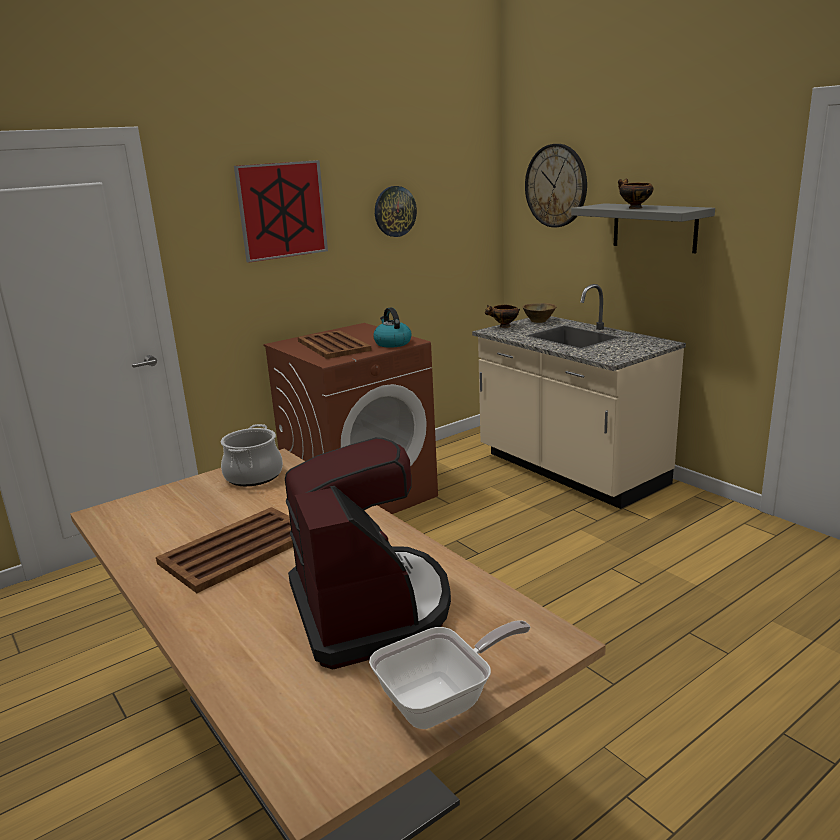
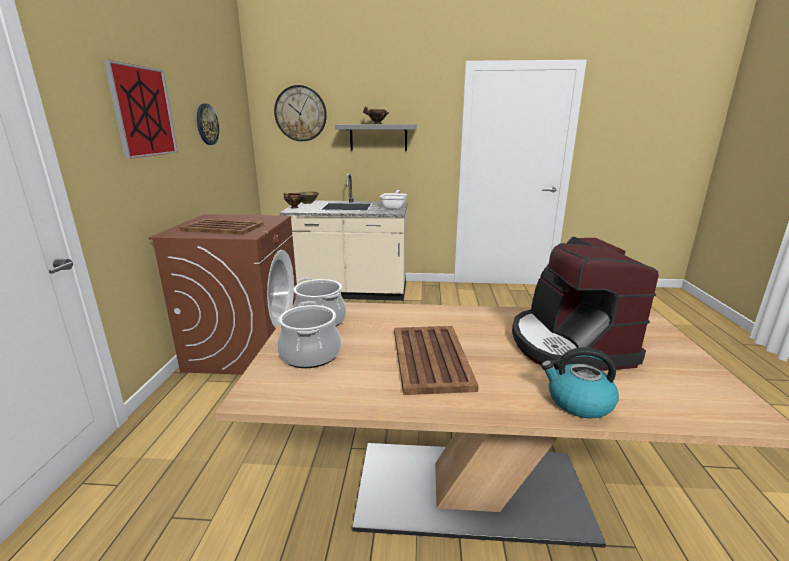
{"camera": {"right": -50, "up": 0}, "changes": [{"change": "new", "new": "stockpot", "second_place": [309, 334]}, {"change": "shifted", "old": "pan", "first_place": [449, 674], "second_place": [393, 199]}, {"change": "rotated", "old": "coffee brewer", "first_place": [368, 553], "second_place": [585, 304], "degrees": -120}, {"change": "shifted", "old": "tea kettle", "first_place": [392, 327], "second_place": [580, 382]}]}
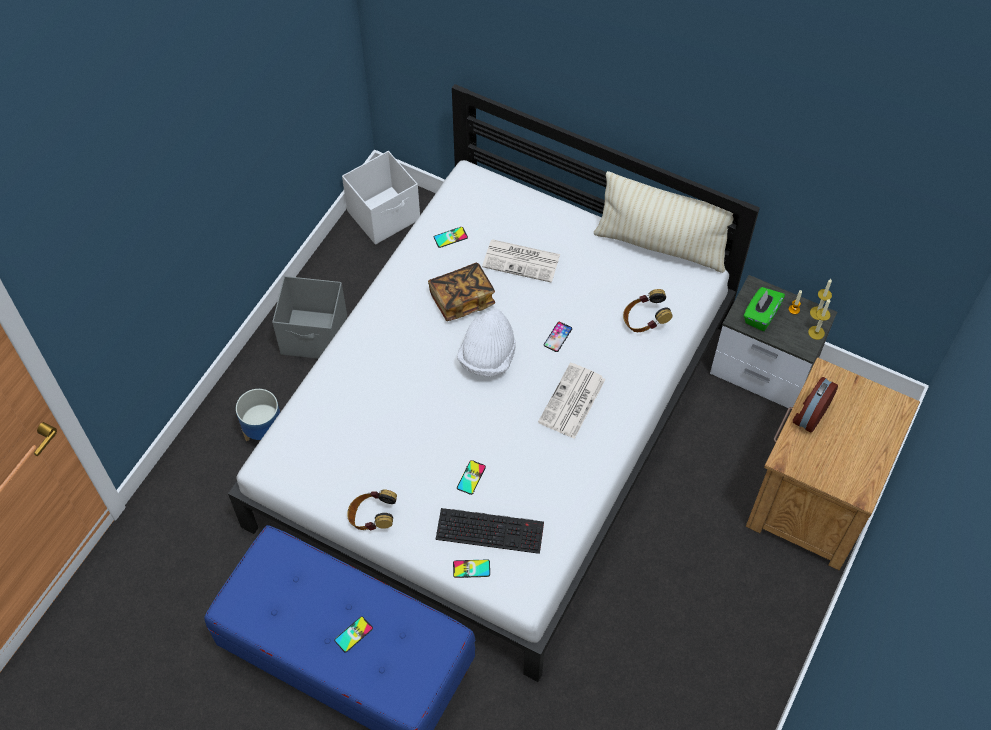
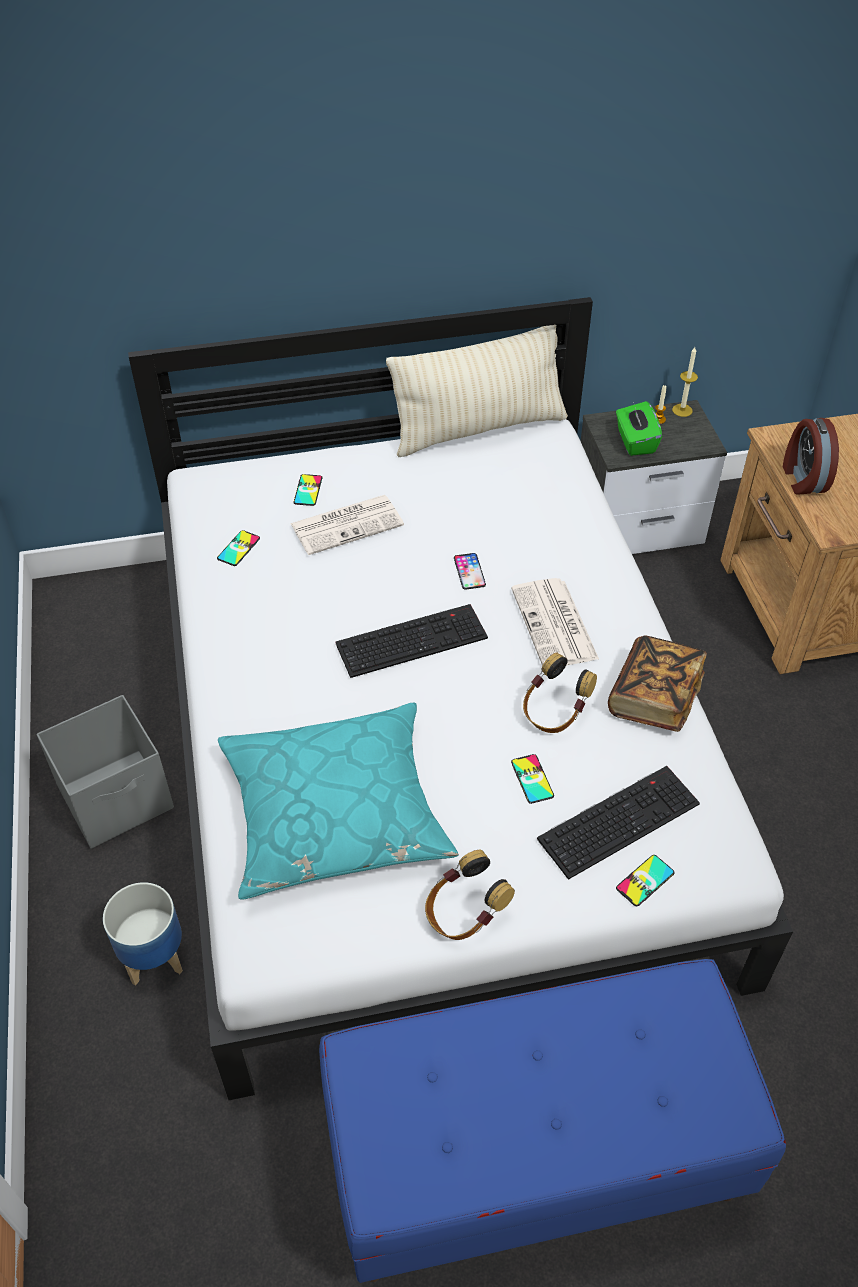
{"camera": {"right": -40, "up": -10}, "changes": [{"change": "new", "new": "pillow in blue-green", "second_place": [338, 801]}, {"change": "shifted", "old": "handset", "first_place": [353, 634], "second_place": [307, 490]}, {"change": "swapped", "old": "wearable hat in white", "new": "PC keyboard", "first_place": [486, 343], "second_place": [412, 641]}, {"change": "shifted", "old": "headphones", "first_place": [648, 310], "second_place": [560, 692]}, {"change": "shifted", "old": "volume", "first_place": [461, 292], "second_place": [657, 683]}, {"change": "gone", "old": "storage box in white", "first_place": [381, 198]}, {"change": "gone", "old": "candle", "first_place": [819, 319]}]}
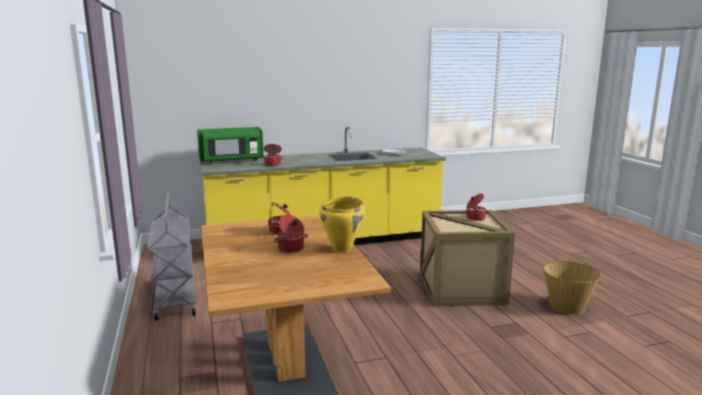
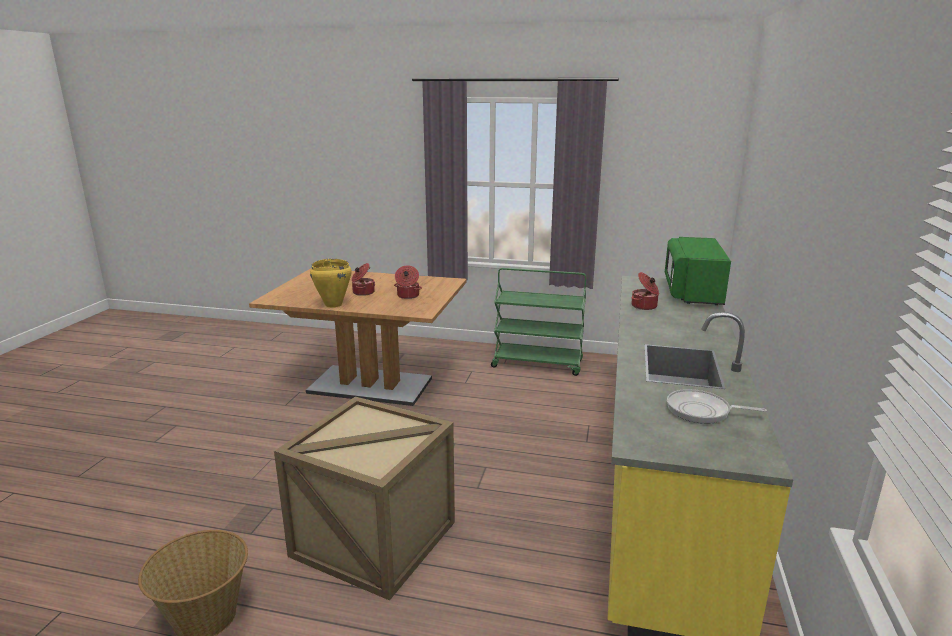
{"camera": {"right": 120, "up": 5}, "changes": [{"change": "repainted", "old": "wheeled cart in greyish", "new": "wheeled cart in green-coloured", "first_place": [171, 256], "second_place": [538, 322]}, {"change": "gone", "old": "stockpot", "first_place": [477, 207]}]}
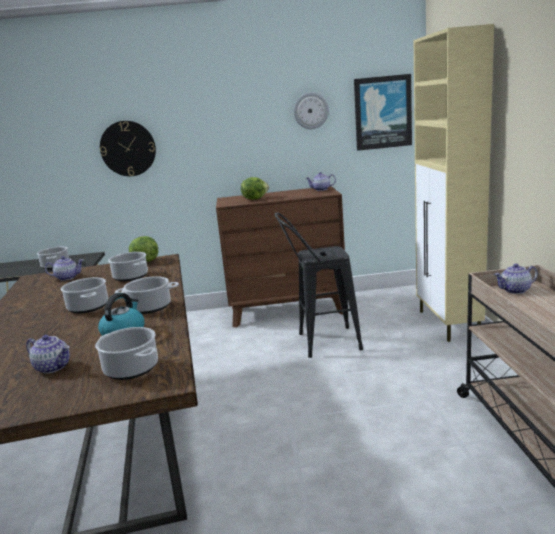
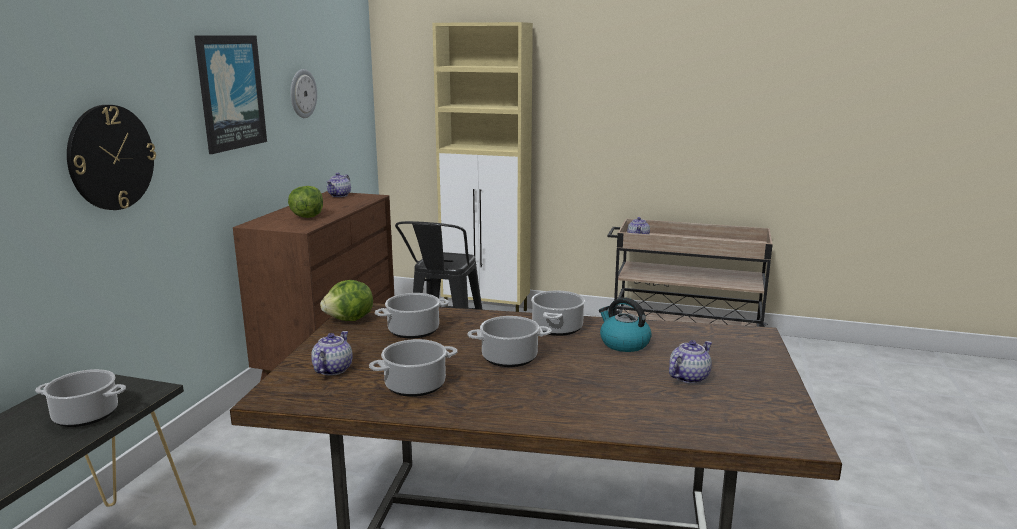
{"camera": {"right": -70, "up": 0}, "changes": [{"change": "shifted", "old": "wall art", "first_place": [383, 112], "second_place": [230, 95]}, {"change": "shifted", "old": "stockpot", "first_place": [126, 353], "second_place": [413, 368]}]}
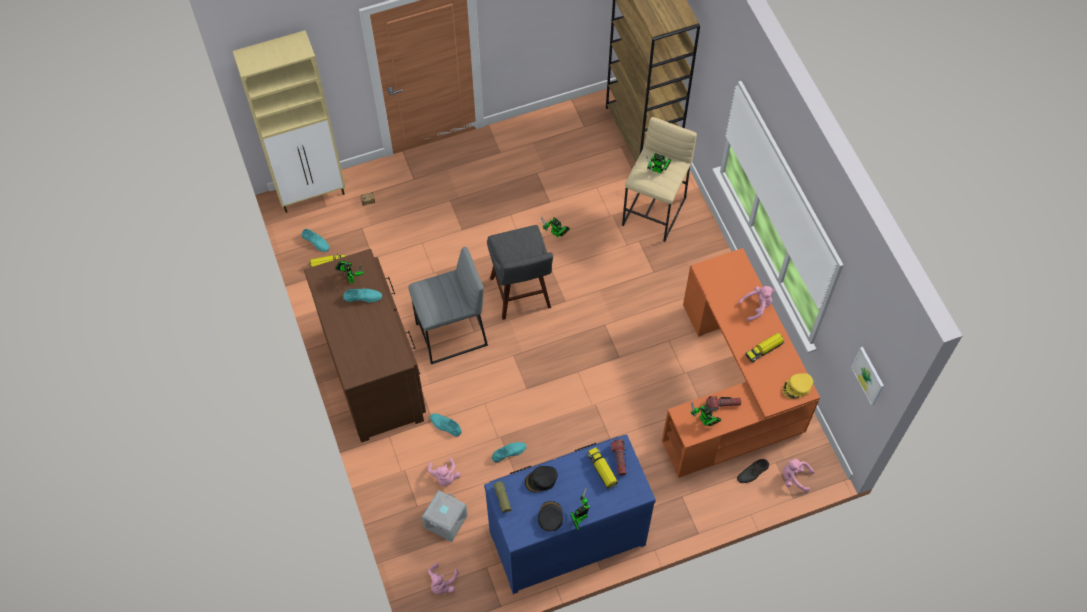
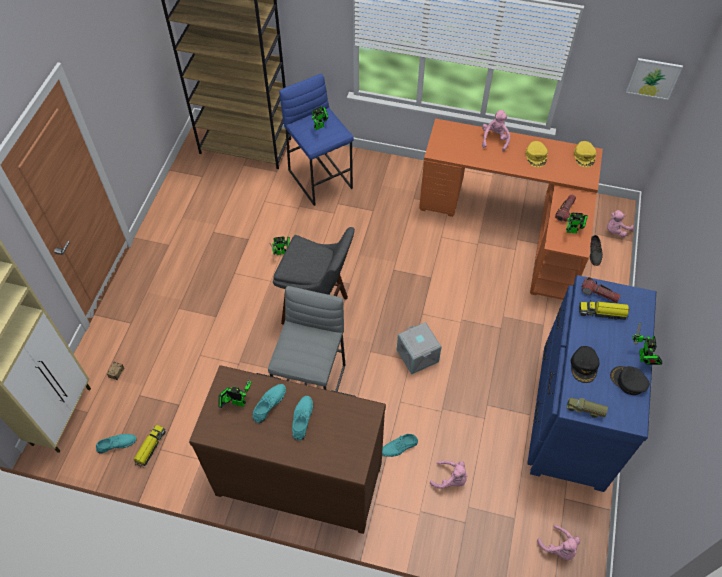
{"camera": {"right": -55, "up": -5}, "changes": [{"change": "repainted", "old": "stool in beige-coloured", "new": "stool in blue-coloured", "first_place": [659, 179], "second_place": [316, 140]}, {"change": "shifted", "old": "shoe in blue-green", "first_place": [509, 452], "second_place": [302, 418]}, {"change": "shifted", "old": "storage box in greyish", "first_place": [445, 516], "second_place": [419, 348]}, {"change": "swapped", "old": "model truck", "new": "baseball cap in yellow", "first_place": [764, 348], "second_place": [537, 154]}]}
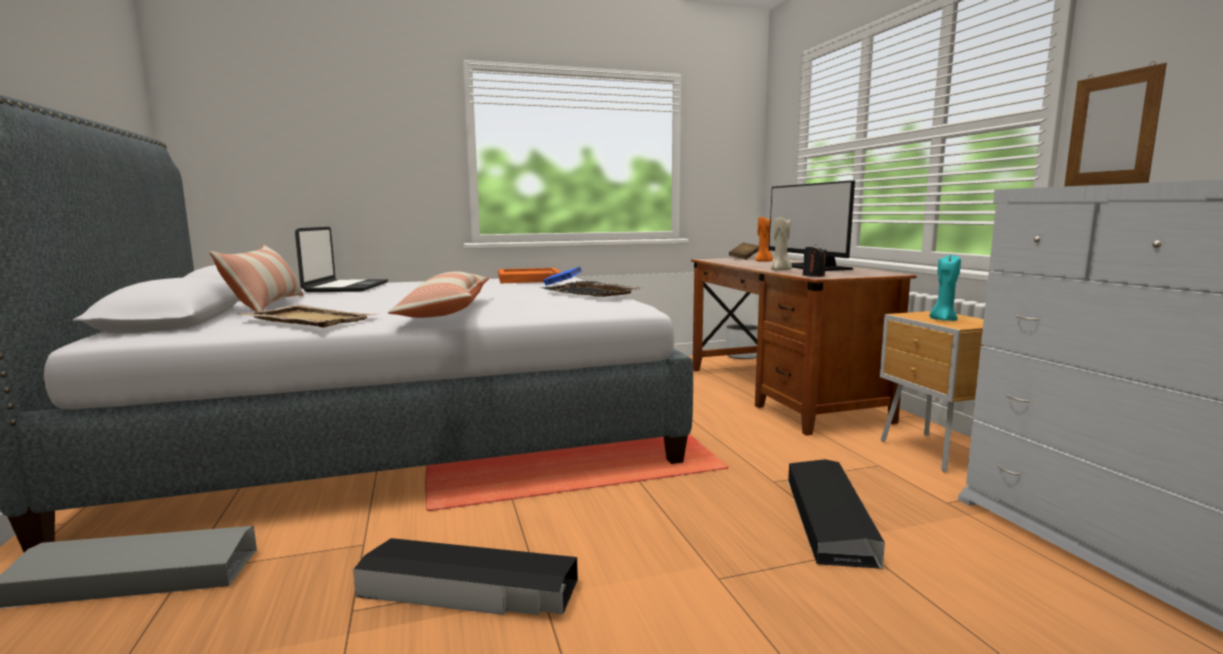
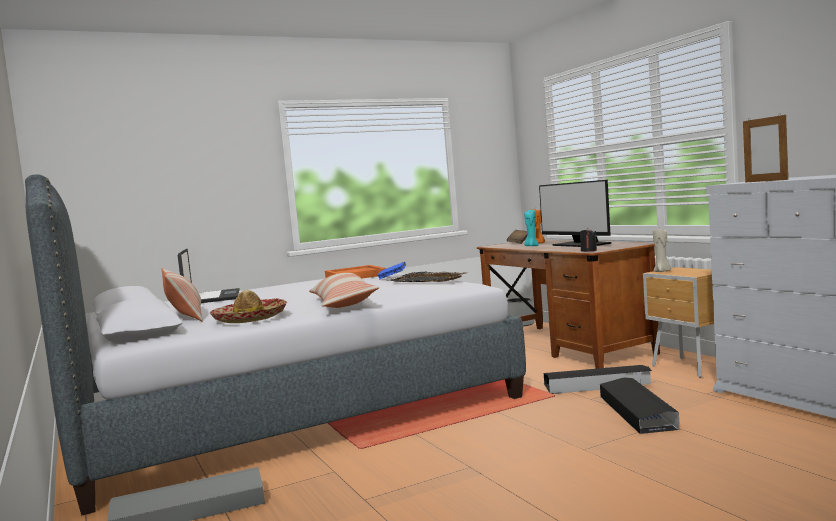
{"camera": {"right": -10, "up": -5}, "changes": [{"change": "swapped", "old": "carrying tray in beige-coloured", "new": "wearable hat", "first_place": [307, 316], "second_place": [248, 306]}, {"change": "shifted", "old": "candle in blue-green", "first_place": [945, 288], "second_place": [531, 228]}, {"change": "shifted", "old": "storage box in black-coloured", "first_place": [465, 576], "second_place": [598, 379]}, {"change": "shifted", "old": "candle in beige-coloured", "first_place": [781, 243], "second_place": [662, 250]}]}
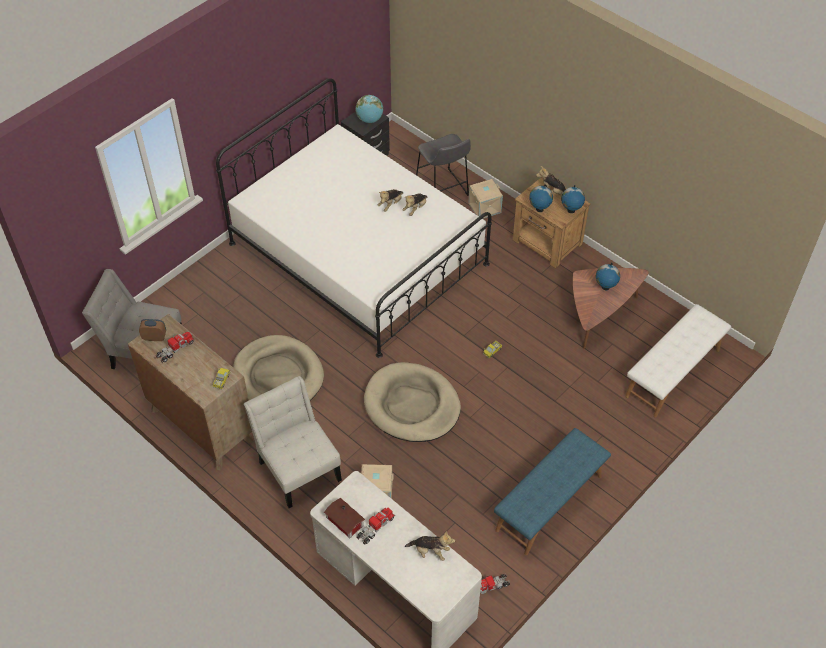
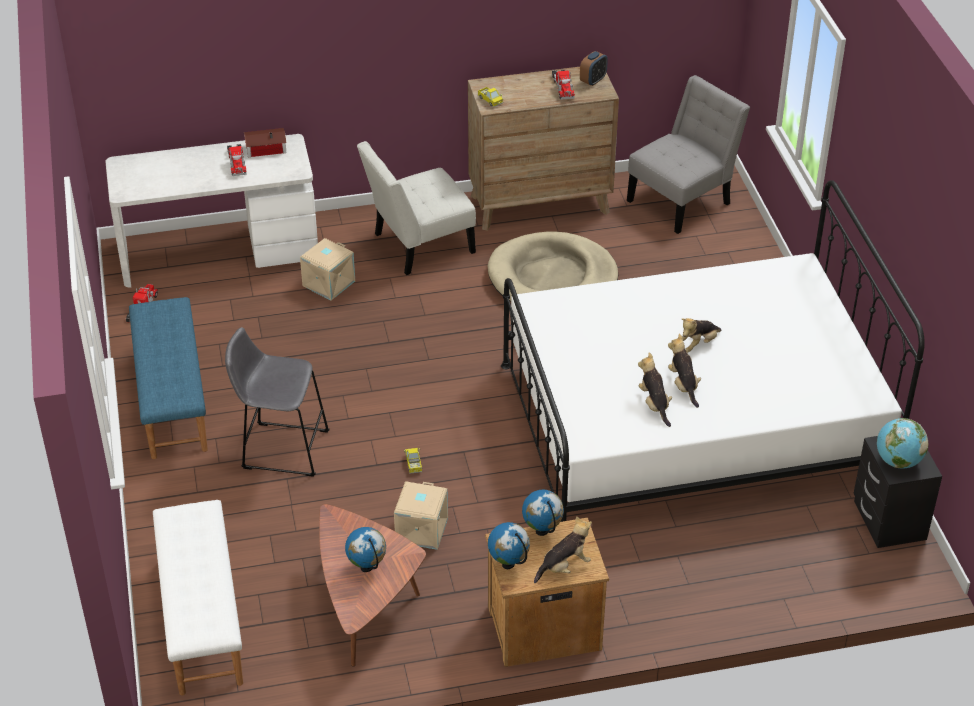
{"camera": {"right": 125, "up": -10}, "changes": [{"change": "shifted", "old": "stool in greyish", "first_place": [443, 165], "second_place": [277, 402]}, {"change": "rotated", "old": "chair in white", "first_place": [293, 442], "second_place": [416, 208], "degrees": 150}, {"change": "shifted", "old": "storage box in beige-coloured", "first_place": [486, 199], "second_place": [421, 515]}, {"change": "shifted", "old": "soft toy", "first_place": [430, 546], "second_place": [701, 335]}, {"change": "gone", "old": "dog bed in beige-coloured", "first_place": [412, 402]}]}
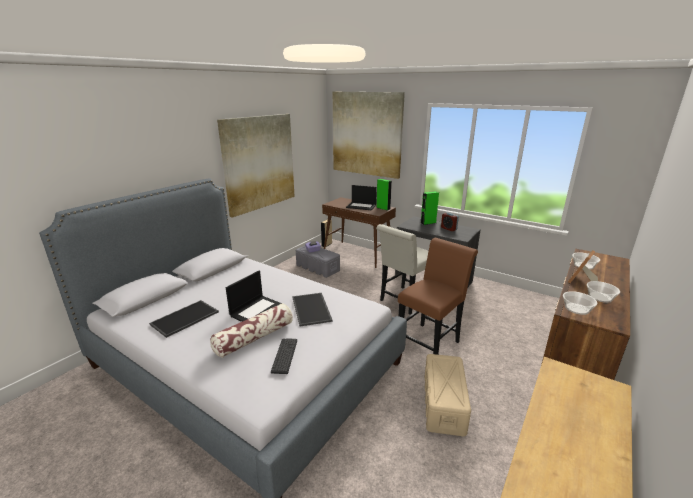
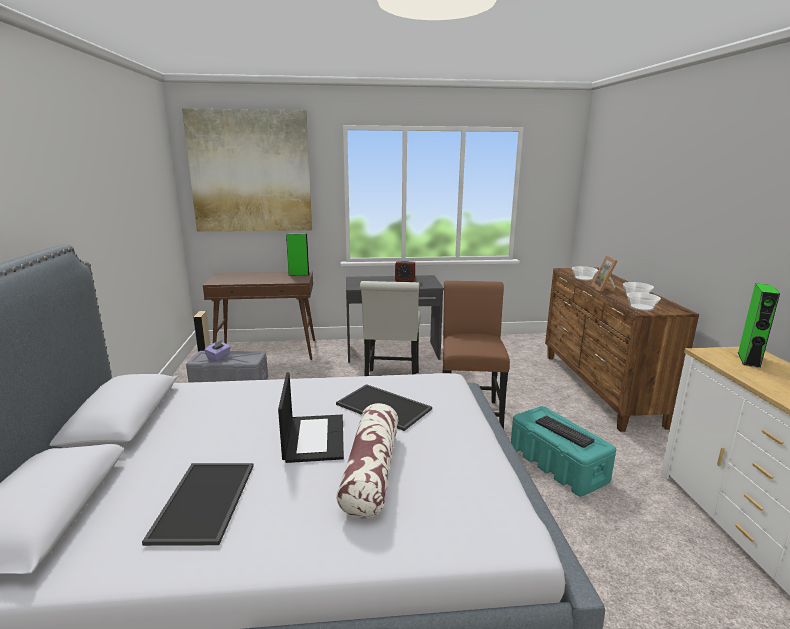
{"camera": {"right": -40, "up": -5}, "changes": [{"change": "repainted", "old": "storage box in beige-coloured", "new": "storage box in blue-green", "first_place": [447, 395], "second_place": [563, 451]}, {"change": "shifted", "old": "PC keyboard", "first_place": [284, 356], "second_place": [564, 431]}, {"change": "shifted", "old": "speaker in green-coloured", "first_place": [430, 208], "second_place": [759, 325]}, {"change": "gone", "old": "wall art", "first_place": [256, 166]}, {"change": "gone", "old": "laptop", "first_place": [361, 197]}]}
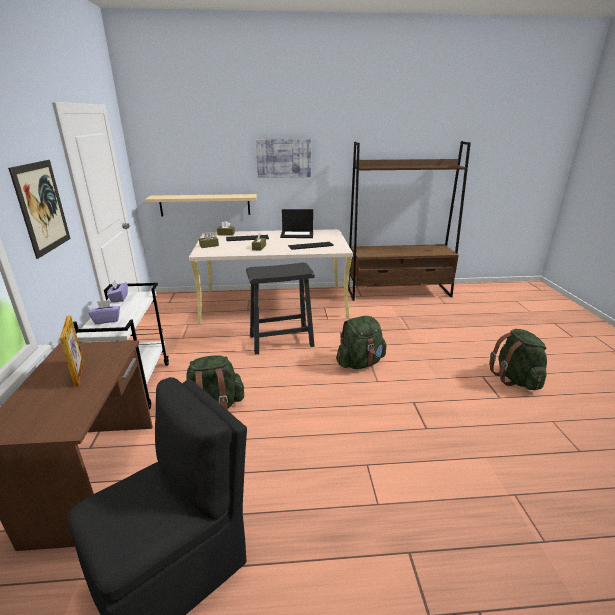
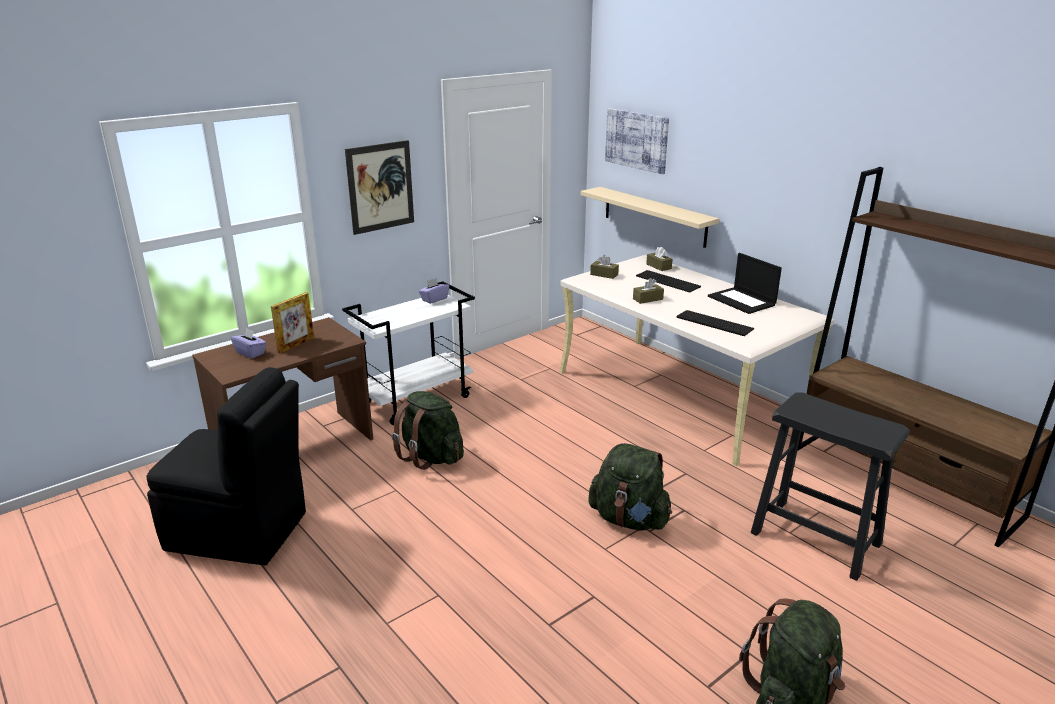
{"camera": {"right": 55, "up": 0}, "changes": [{"change": "shifted", "old": "box of tissues in purplish", "first_place": [104, 312], "second_place": [248, 343]}, {"change": "shifted", "old": "wall art", "first_place": [283, 158], "second_place": [637, 141]}, {"change": "shifted", "old": "stool in black-coloured", "first_place": [280, 309], "second_place": [830, 486]}]}
